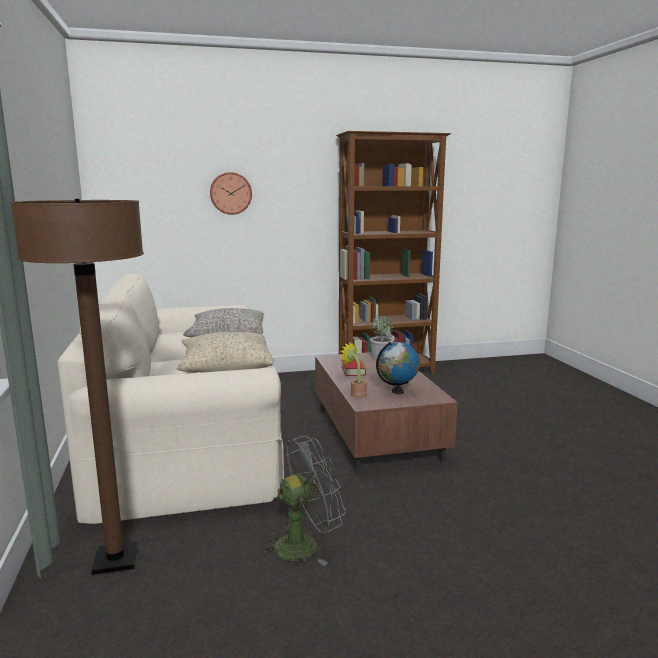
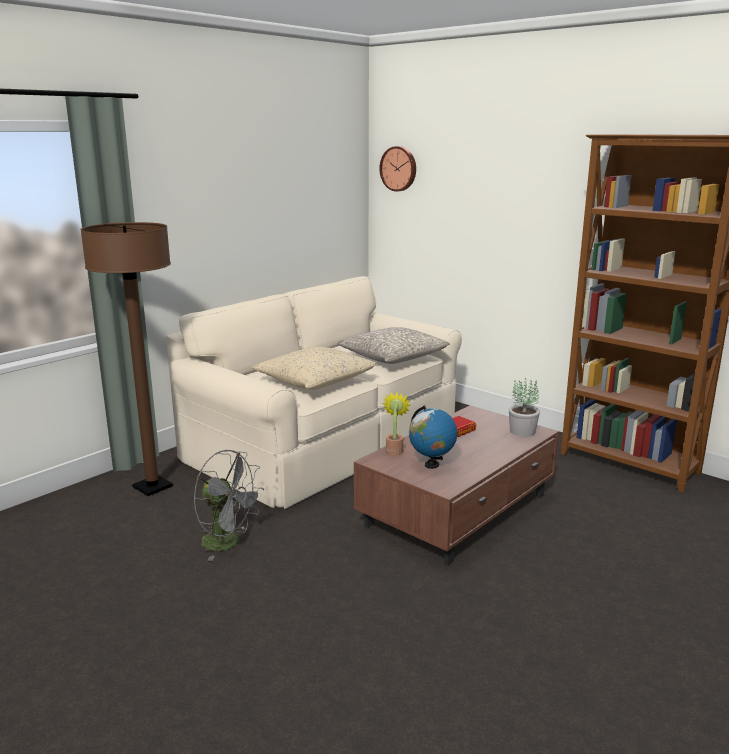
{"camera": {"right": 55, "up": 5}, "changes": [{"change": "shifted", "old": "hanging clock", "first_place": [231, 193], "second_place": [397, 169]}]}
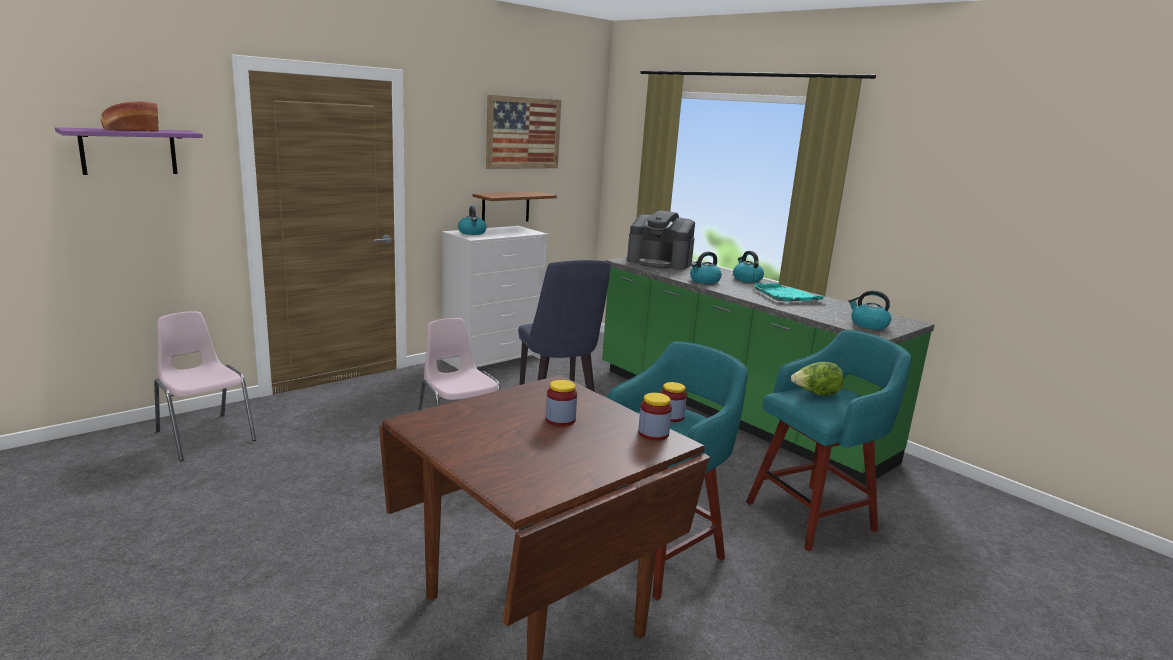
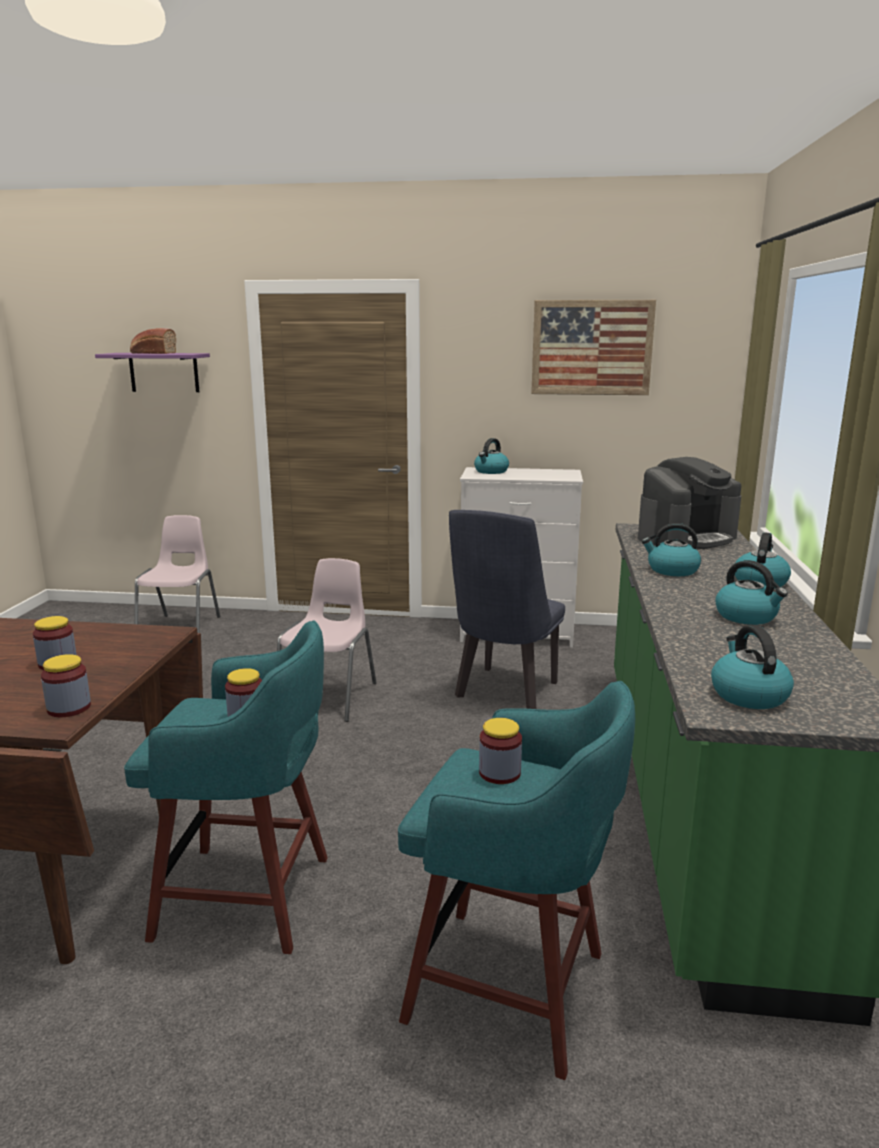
{"camera": {"right": 50, "up": 0}, "changes": [{"change": "swapped", "old": "lettuce", "new": "jar", "first_place": [817, 379], "second_place": [500, 751]}, {"change": "rotated", "old": "coffee brewer", "first_place": [661, 240], "second_place": [690, 503], "degrees": -105}, {"change": "swapped", "old": "carrying tray in blue-green", "new": "tea kettle", "first_place": [788, 292], "second_place": [751, 592]}, {"change": "gone", "old": "bracket shelf in brown", "first_place": [515, 206]}]}
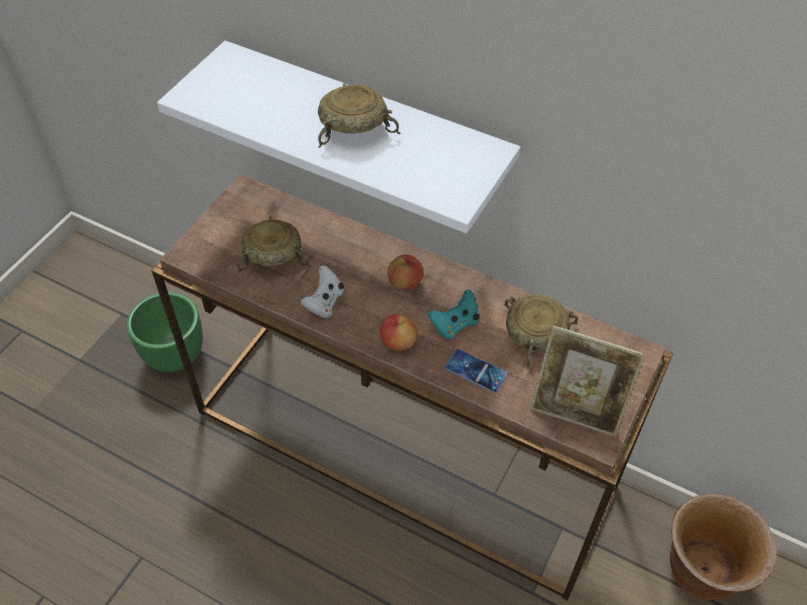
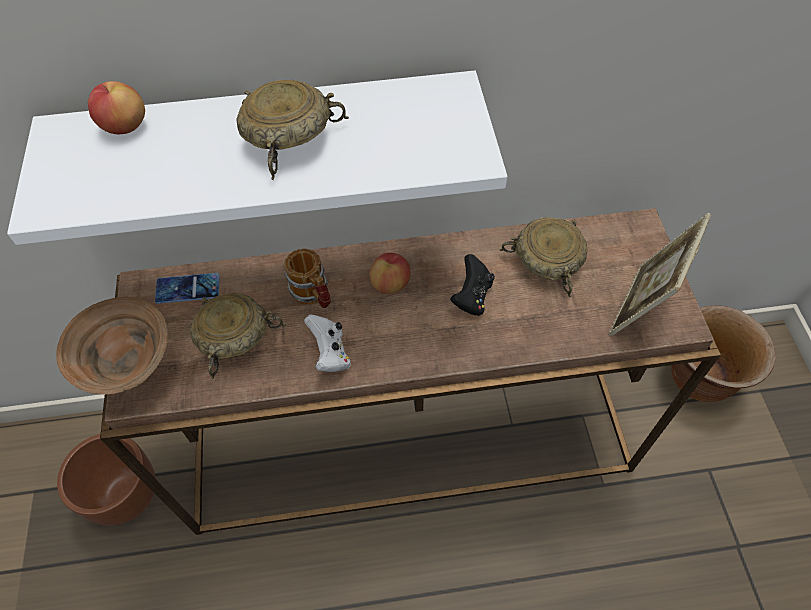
{"camera": {"right": -35, "up": 5}, "changes": [{"change": "new", "new": "deep dish in brown", "second_place": [112, 346]}, {"change": "repainted", "old": "flower pot in green-coloured", "new": "flower pot in brown", "first_place": [165, 332], "second_place": [106, 480]}, {"change": "shifted", "old": "apple fruit", "first_place": [398, 332], "second_place": [116, 107]}, {"change": "shifted", "old": "handset", "first_place": [476, 371], "second_place": [187, 288]}, {"change": "new", "new": "mug", "second_place": [307, 278]}, {"change": "repainted", "old": "gamepad in blue-green", "new": "gamepad in black-coloured", "first_place": [453, 314], "second_place": [472, 285]}, {"change": "rotated", "old": "picture frame", "first_place": [587, 381], "second_place": [660, 274], "degrees": 135}]}
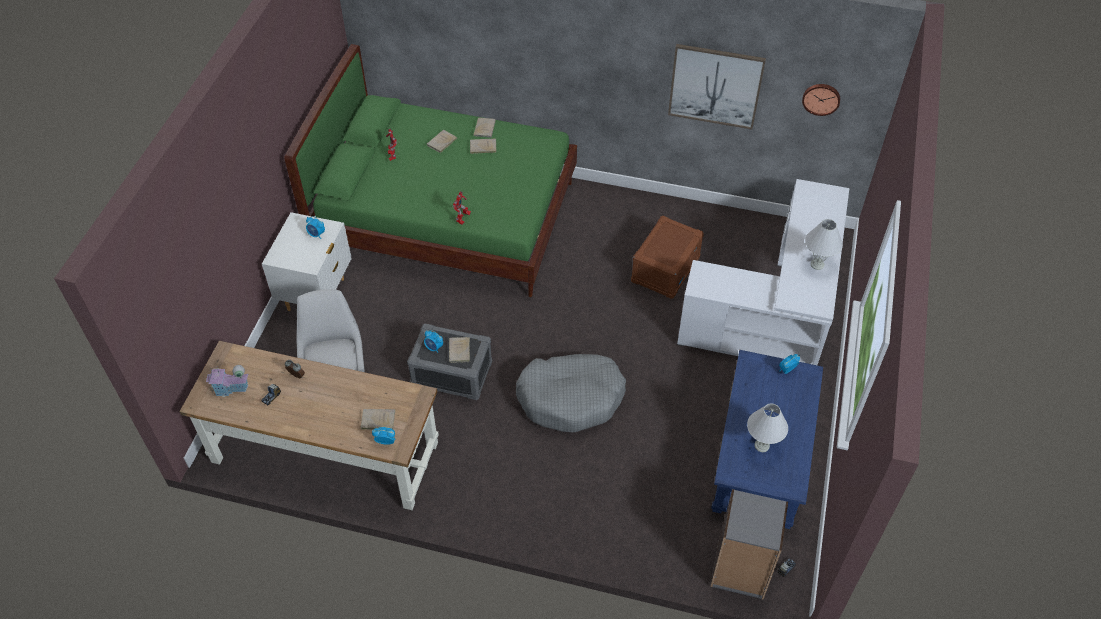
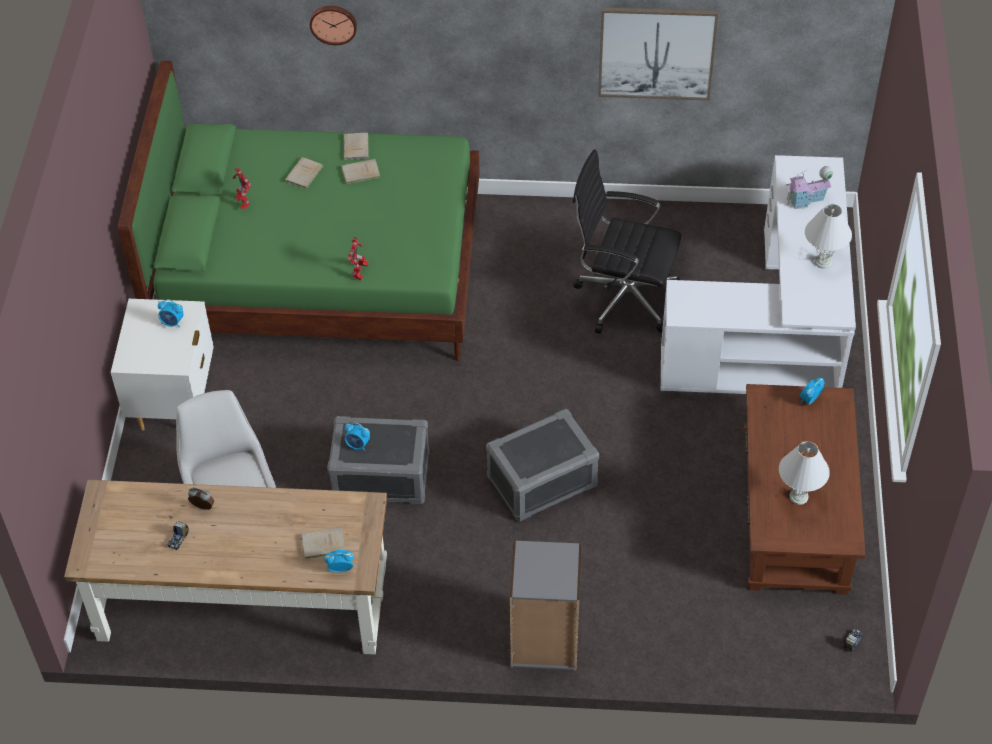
{"camera": {"right": -10, "up": 0}, "changes": [{"change": "shifted", "old": "hanging clock", "first_place": [821, 100], "second_place": [333, 25]}, {"change": "swapped", "old": "dog bed in greyish", "new": "storage box in greyish", "first_place": [571, 393], "second_place": [542, 465]}, {"change": "shifted", "old": "bookshelf in greyish", "first_place": [749, 544], "second_place": [546, 605]}, {"change": "swapped", "old": "storage box in brown", "new": "desk chair in black-coloured", "first_place": [667, 257], "second_place": [627, 241]}, {"change": "repainted", "old": "low table in blue-coloured", "new": "low table in brown", "first_place": [767, 439], "second_place": [804, 489]}, {"change": "shifted", "old": "model house", "first_place": [227, 381], "second_place": [809, 187]}, {"change": "gone", "old": "volume in beige-coloured", "first_place": [459, 350]}]}
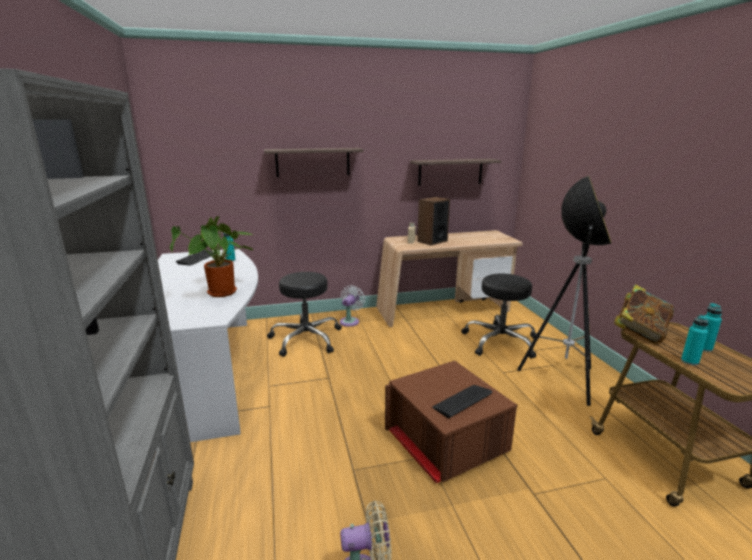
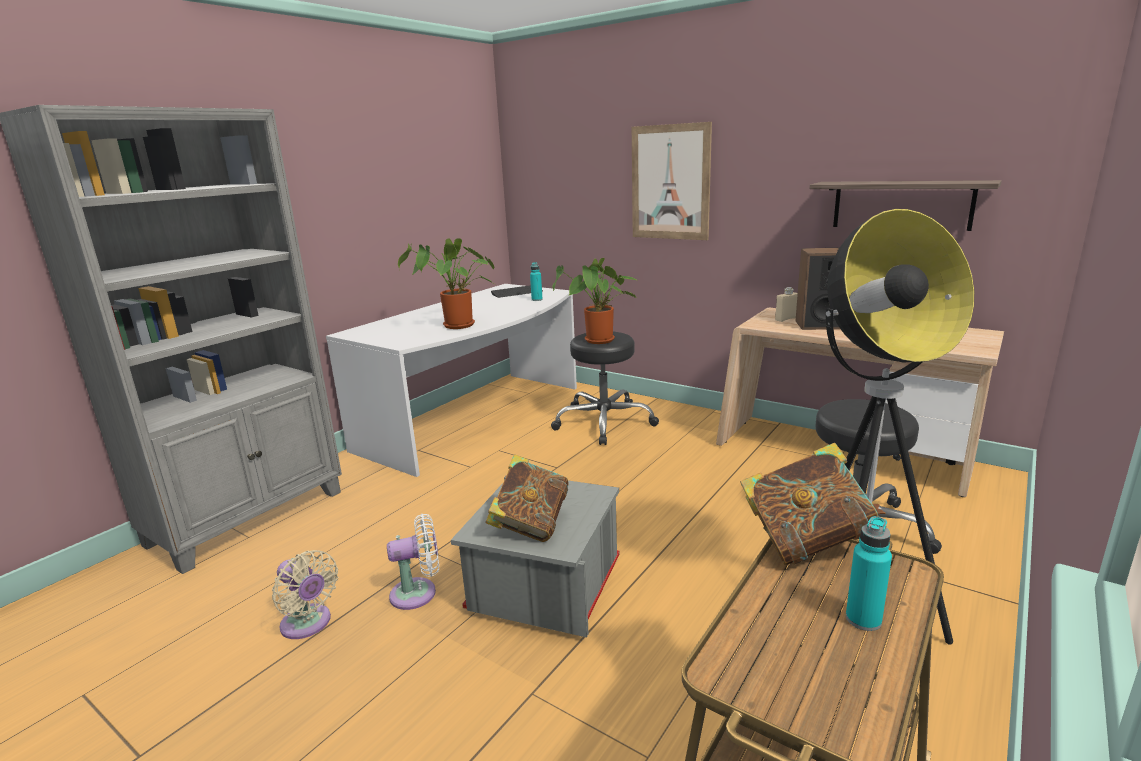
{"camera": {"right": 50, "up": 0}, "changes": [{"change": "shifted", "old": "fan in white", "first_place": [352, 306], "second_place": [413, 562]}, {"change": "repainted", "old": "storage box in brown", "new": "storage box in greyish", "first_place": [451, 422], "second_place": [535, 556]}, {"change": "swapped", "old": "PC keyboard", "new": "volume", "first_place": [462, 401], "second_place": [526, 498]}, {"change": "new", "new": "houseplant", "second_place": [594, 301]}, {"change": "swapped", "old": "bracket shelf", "new": "wall art", "first_place": [314, 162], "second_place": [672, 181]}, {"change": "gone", "old": "drink bottle in blue-green", "first_place": [695, 340]}]}
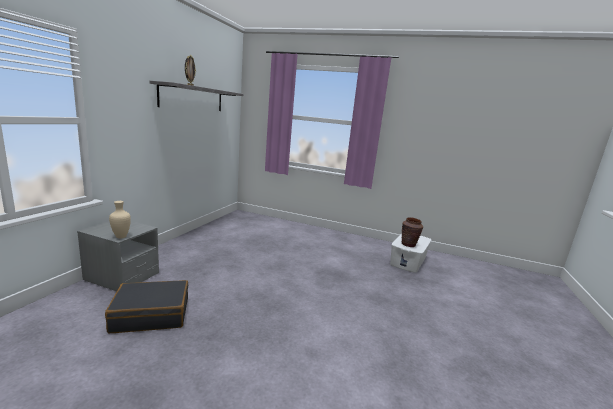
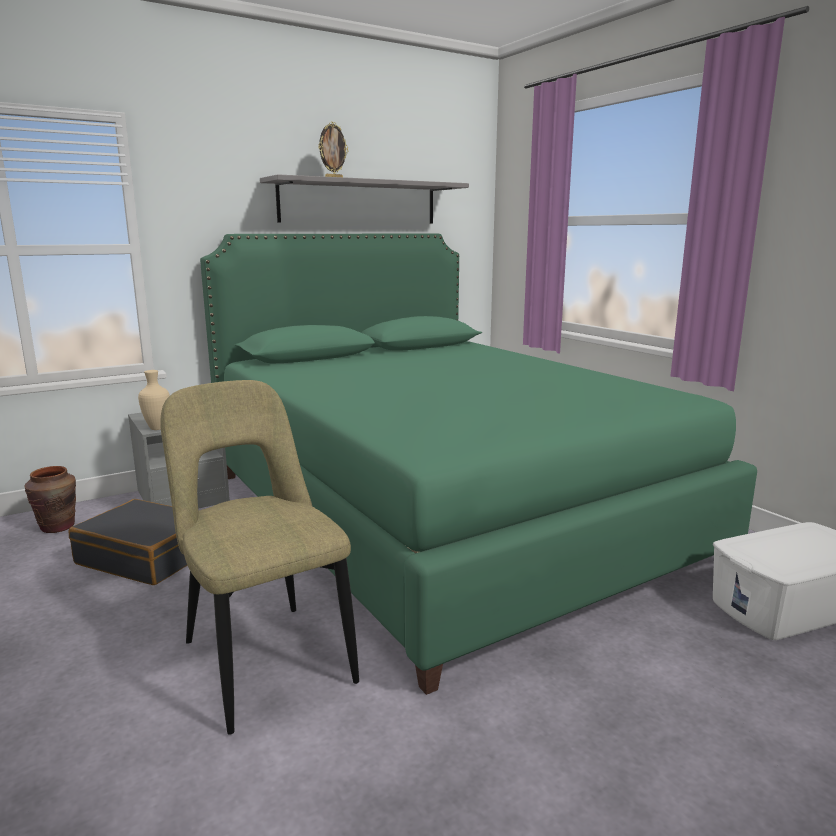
{"camera": {"right": 40, "up": 0}, "changes": [{"change": "shifted", "old": "decorative vase in brown", "first_place": [412, 232], "second_place": [50, 499]}, {"change": "new", "new": "chair in beige-coloured", "second_place": [259, 557]}, {"change": "new", "new": "bed in green-coloured", "second_place": [478, 464]}]}
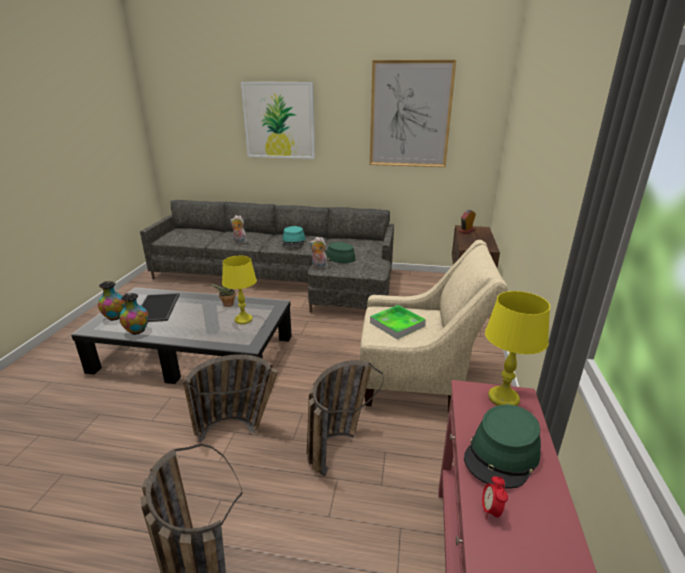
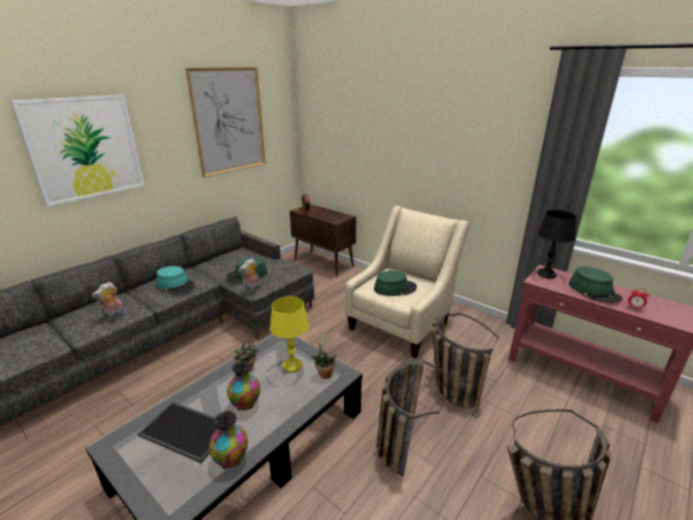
{"camera": {"right": -60, "up": 0}, "changes": [{"change": "shifted", "old": "decorative vase", "first_place": [111, 301], "second_place": [243, 386]}, {"change": "new", "new": "houseplant", "second_place": [323, 355]}, {"change": "swapped", "old": "carrying tray", "new": "wearable hat in green-coloured", "first_place": [398, 322], "second_place": [395, 283]}, {"change": "repainted", "old": "lamp for a table in yellow", "new": "lamp for a table in black-coloured", "first_place": [517, 348], "second_place": [557, 244]}]}
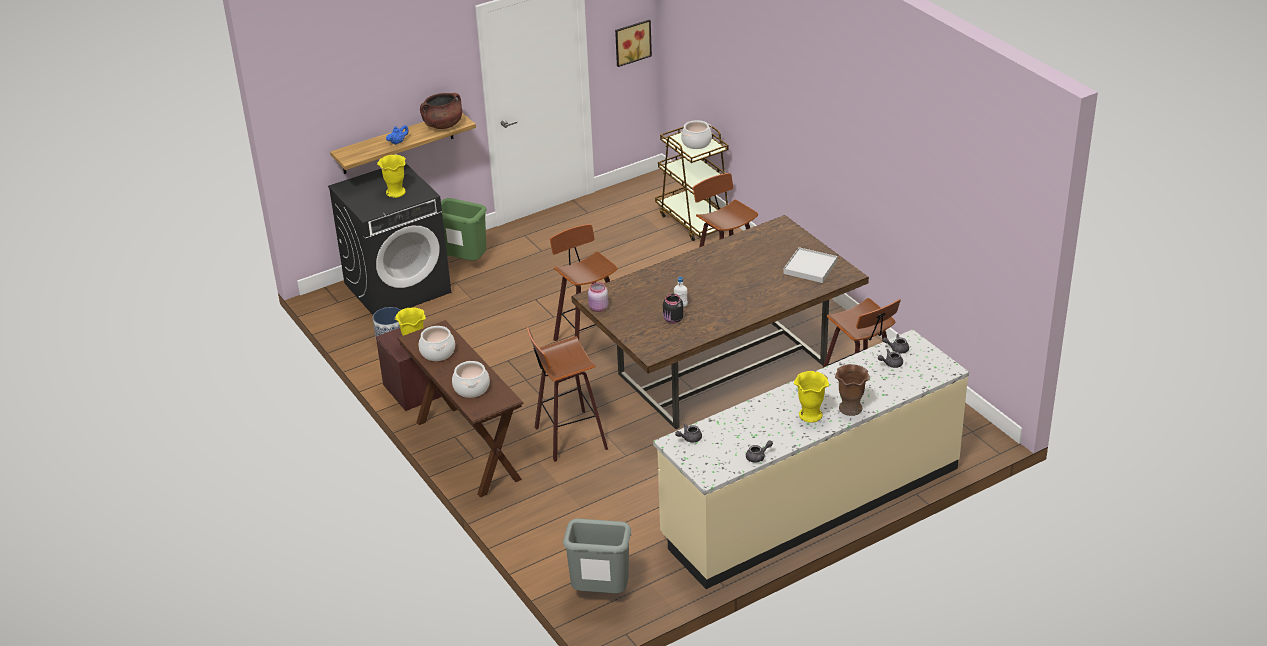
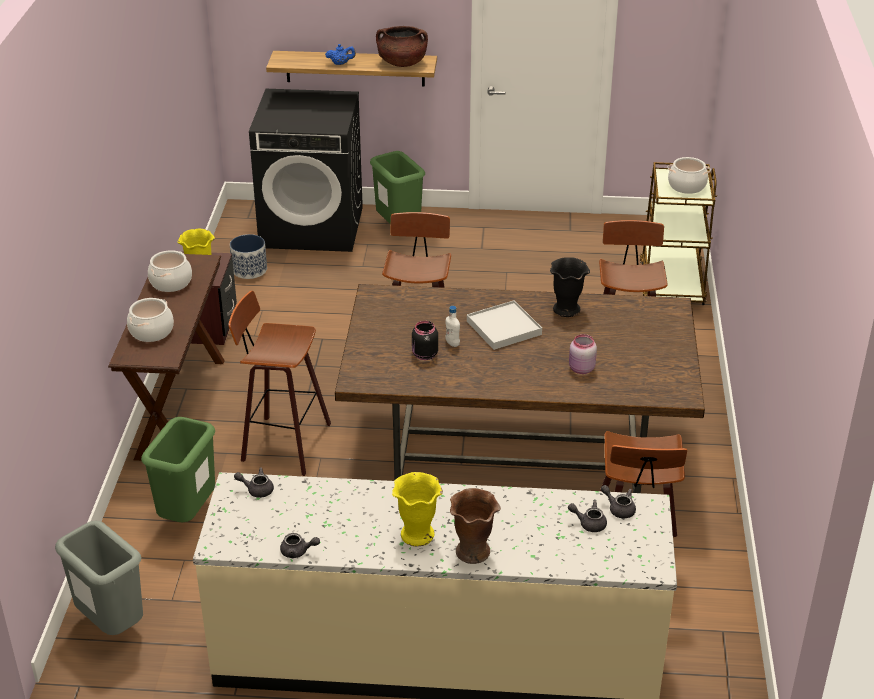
{"camera": {"right": 35, "up": 0}, "changes": [{"change": "new", "new": "rubbish bin in green-coloured", "second_place": [178, 470]}, {"change": "shifted", "old": "carrying tray in white", "first_place": [810, 265], "second_place": [504, 325]}, {"change": "new", "new": "decorative vase in black-coloured", "second_place": [570, 287]}, {"change": "shifted", "old": "jar in pink", "first_place": [598, 297], "second_place": [583, 354]}, {"change": "gone", "old": "decorative vase in yellow", "first_place": [391, 176]}, {"change": "gone", "old": "wall art", "first_place": [633, 43]}]}
